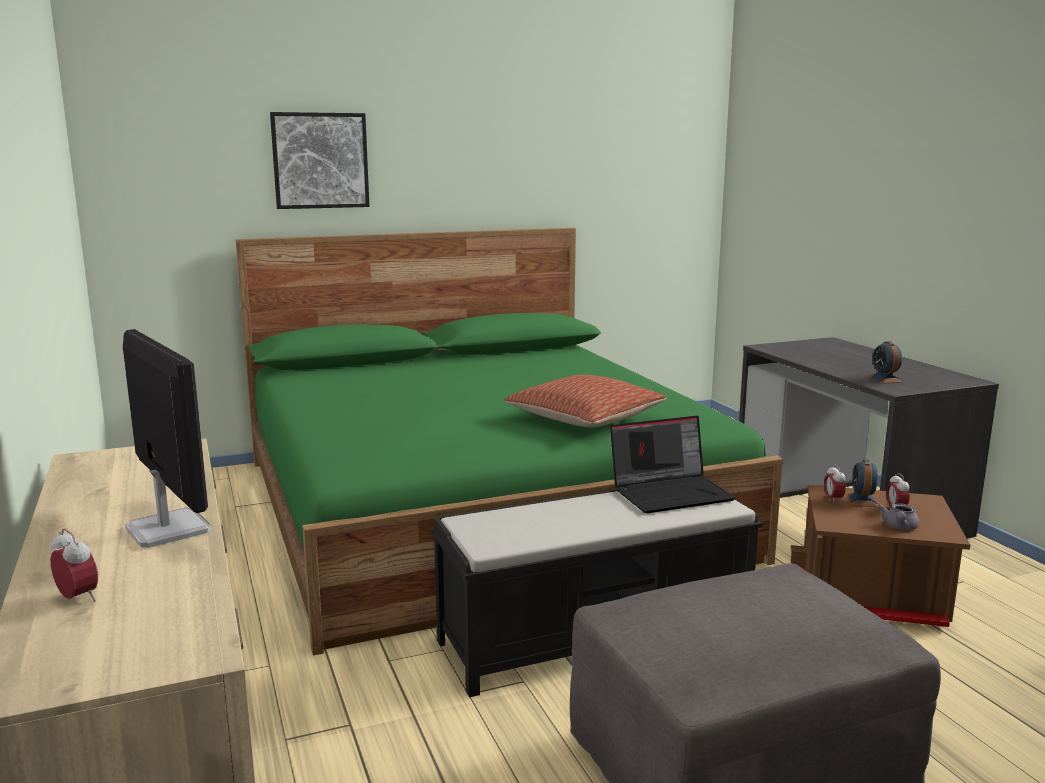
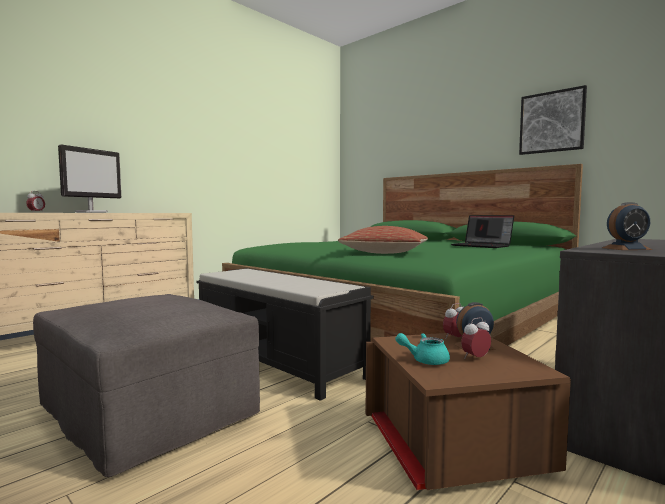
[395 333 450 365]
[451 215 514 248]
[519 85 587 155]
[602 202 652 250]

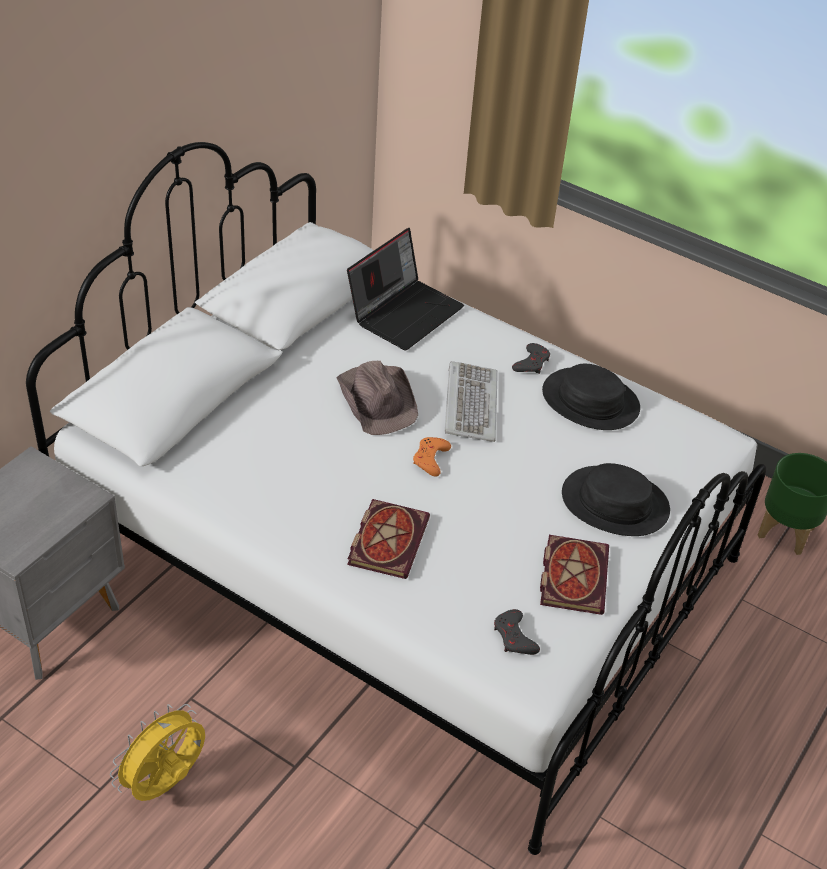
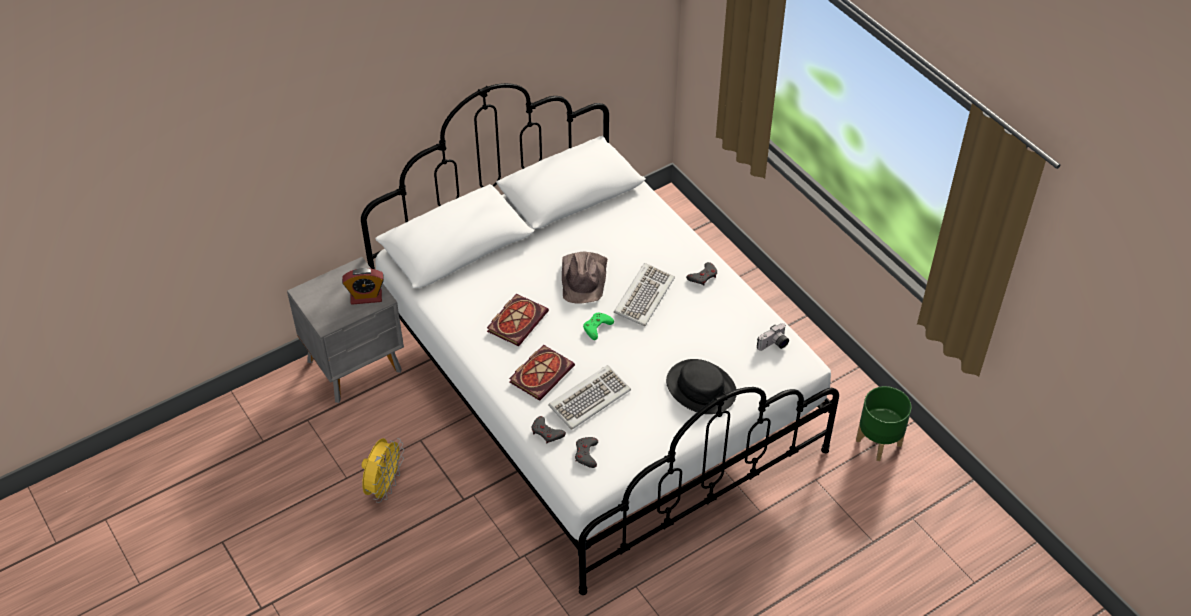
[342 268 384 305]
[362 438 404 503]
[487 294 549 346]
[532 416 566 444]
[548 365 631 430]
[583 312 614 340]
[757 323 789 351]
[347 228 464 351] (first image)
[542 364 640 430] (first image)

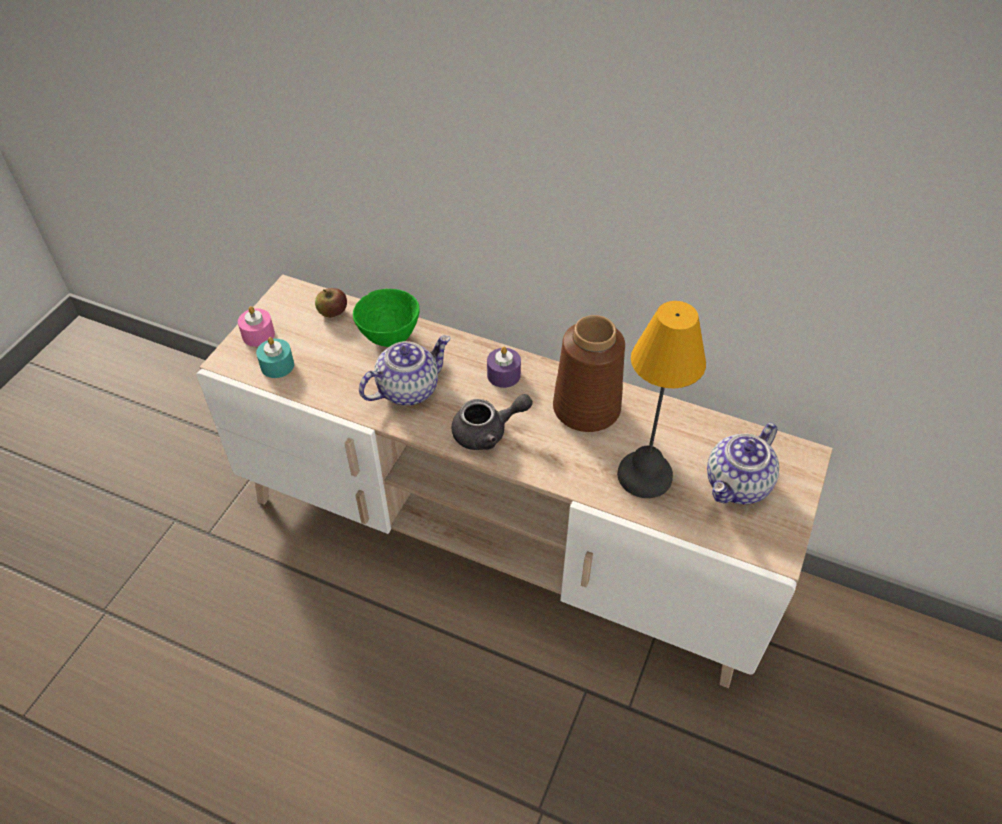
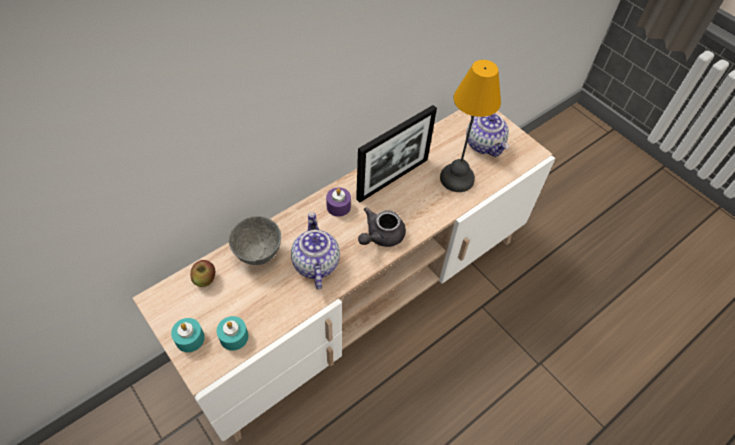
[171 318 205 352]
[229 216 281 265]
[356 105 437 203]
[358 207 406 247]

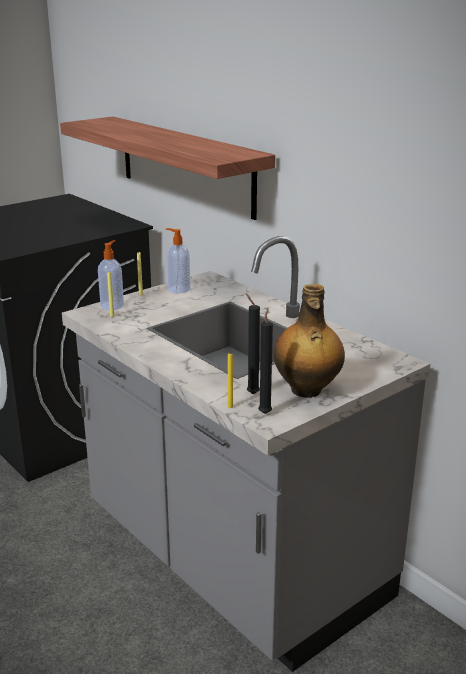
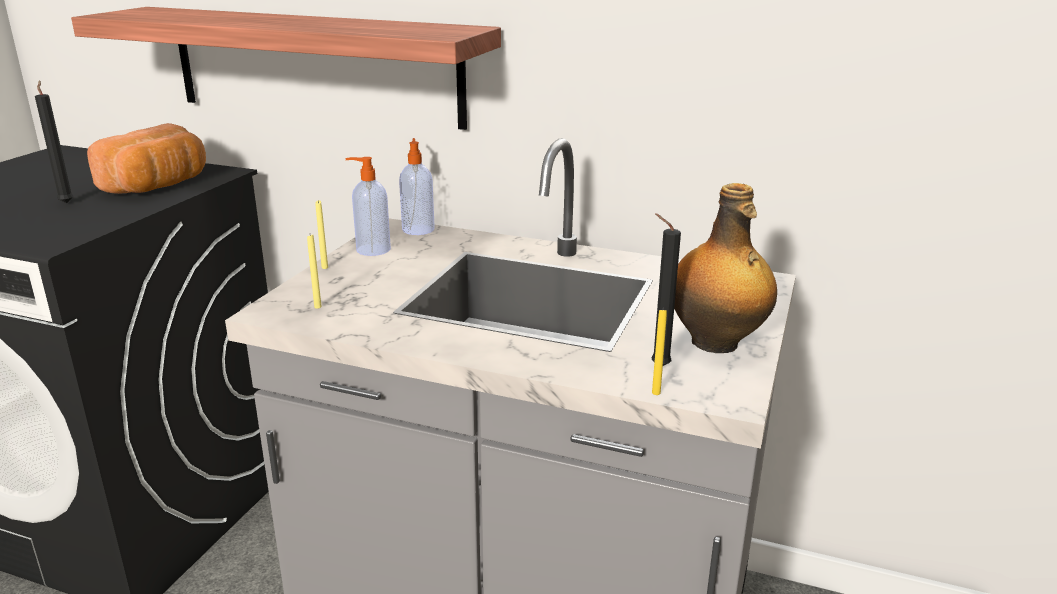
[35 80 74 203]
[87 123 206 194]
[399 138 435 235]

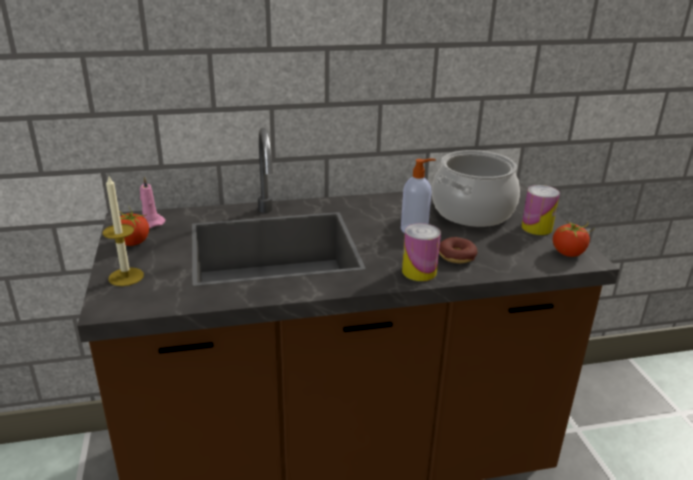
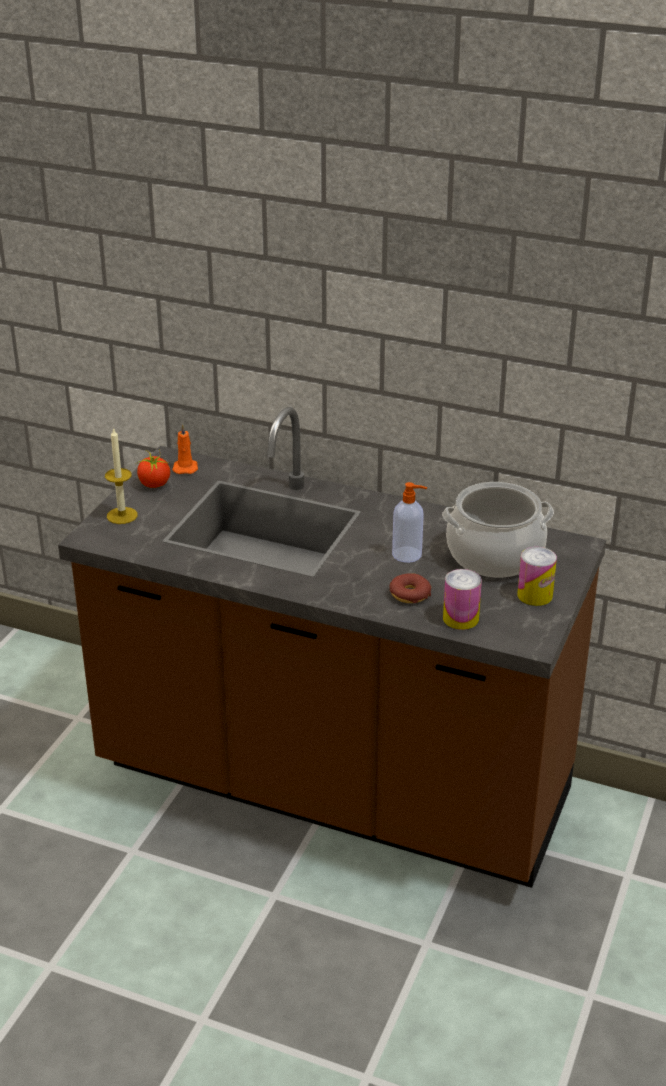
[172 424 198 474]
[443 569 482 630]
[553 221 595 257] (first image)

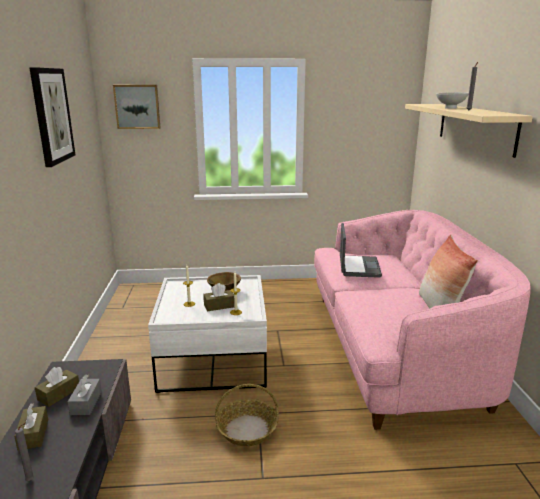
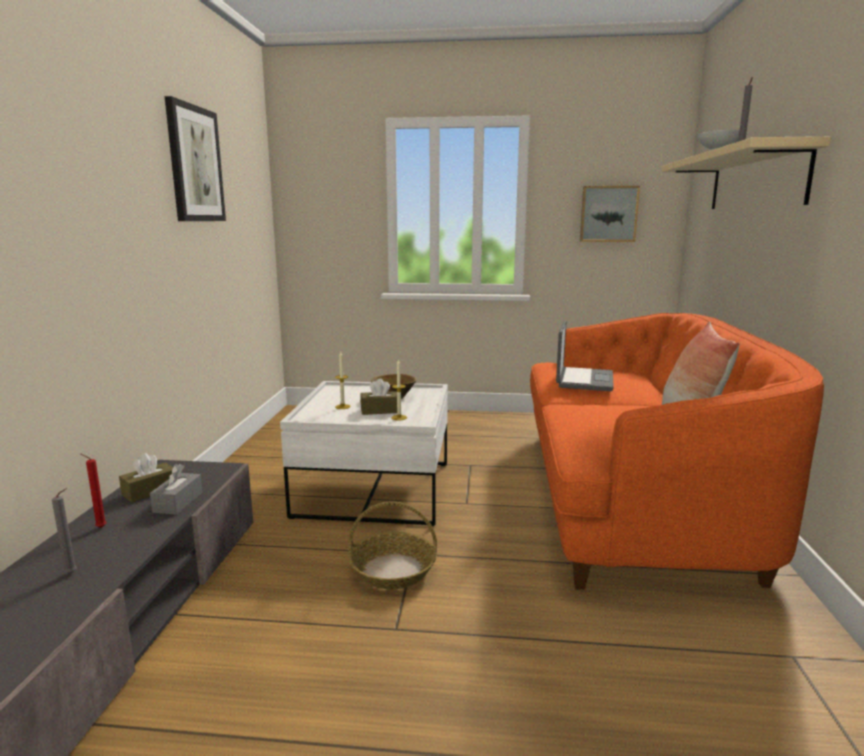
[81 454 107 528]
[530 313 824 590]
[580 186 640 242]

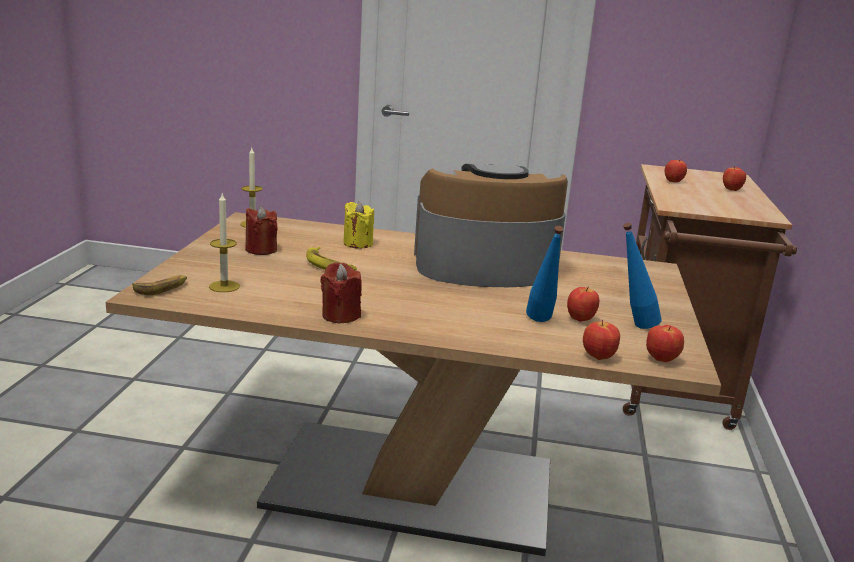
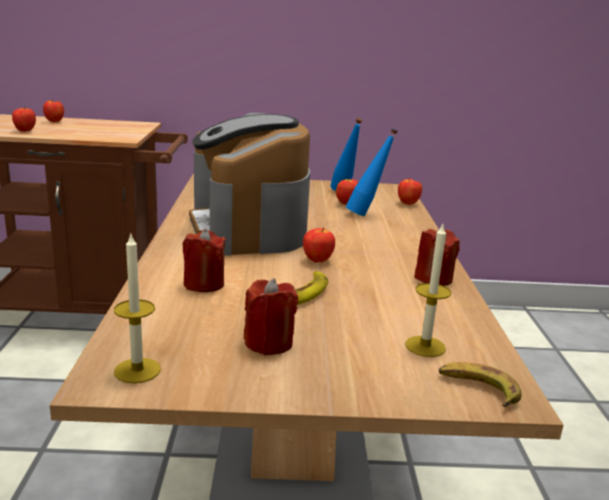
[183 229 226 292]
[303 228 335 263]

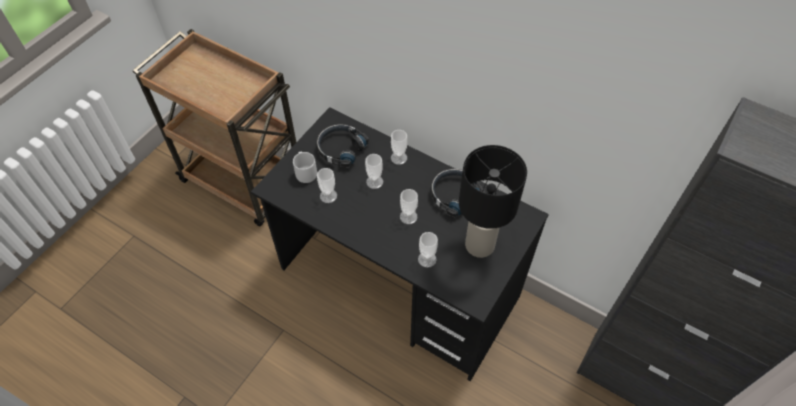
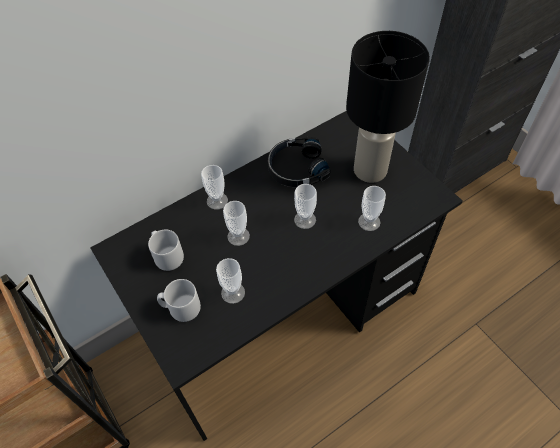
[148 229 184 271]

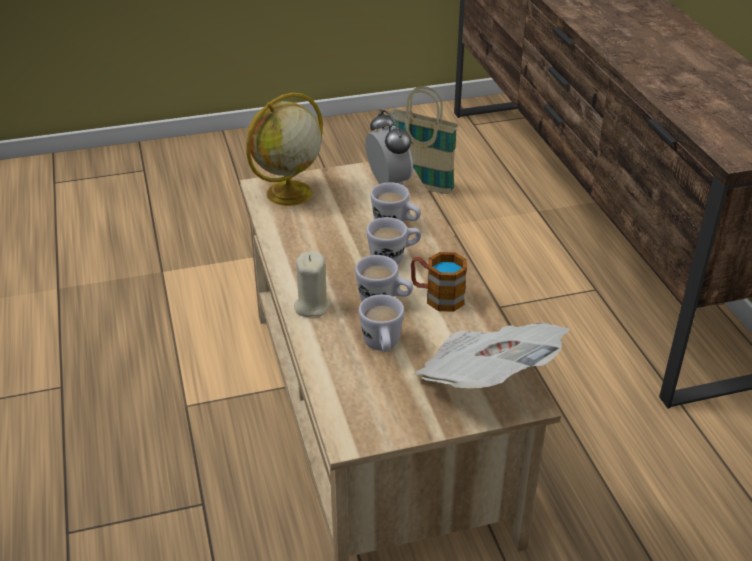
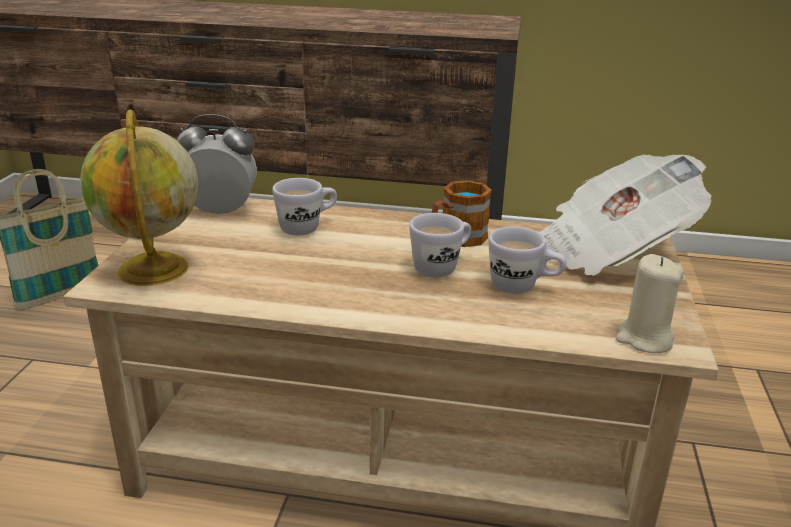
[616 254 684 353]
[367 217 421 265] (first image)

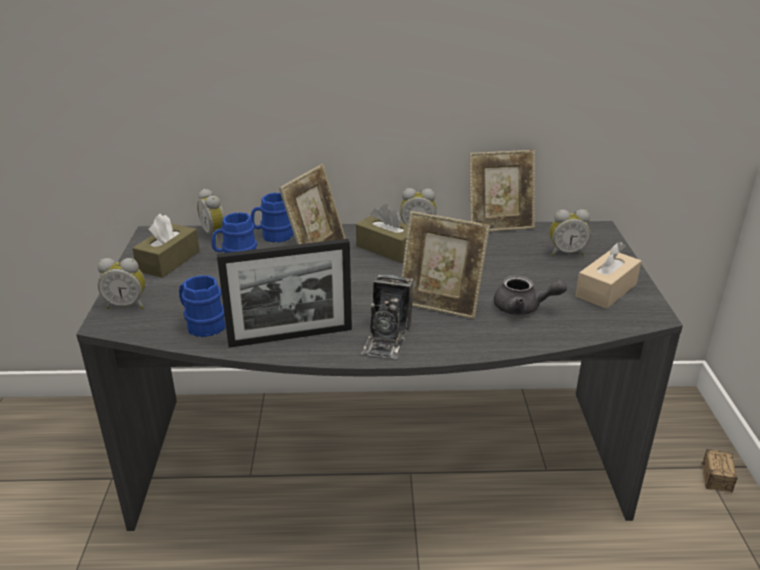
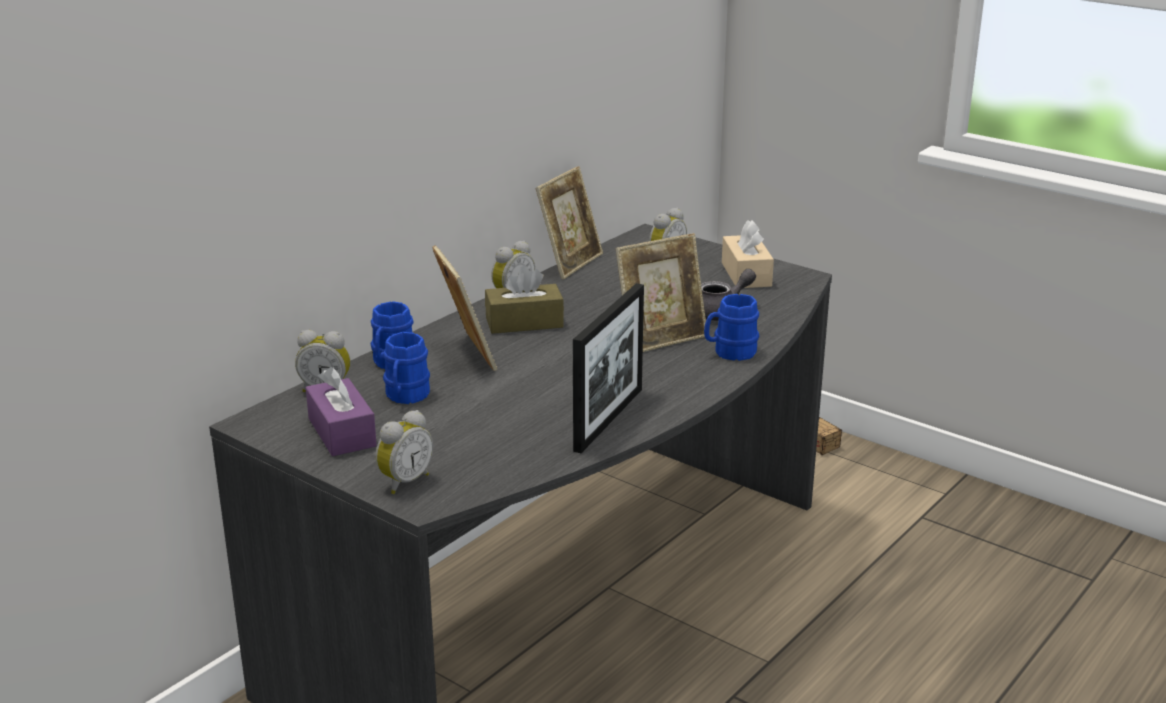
[306 367 377 456]
[704 294 759 361]
[361 275 414 359] (first image)

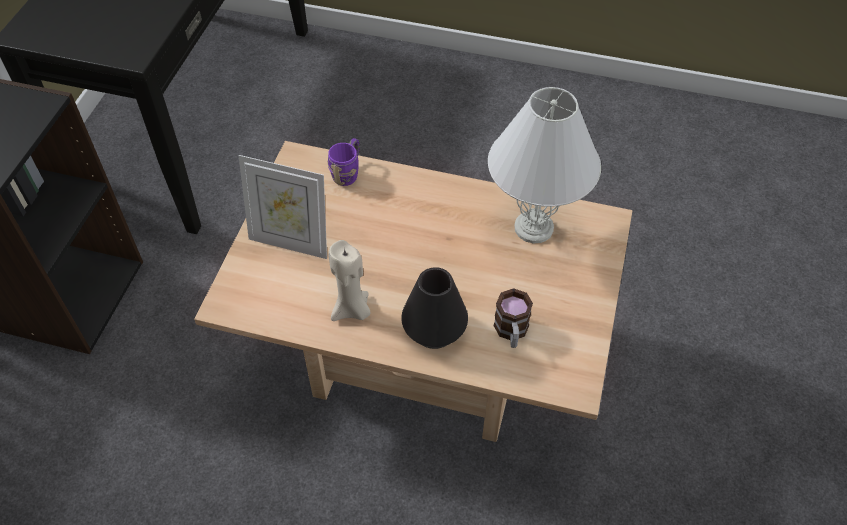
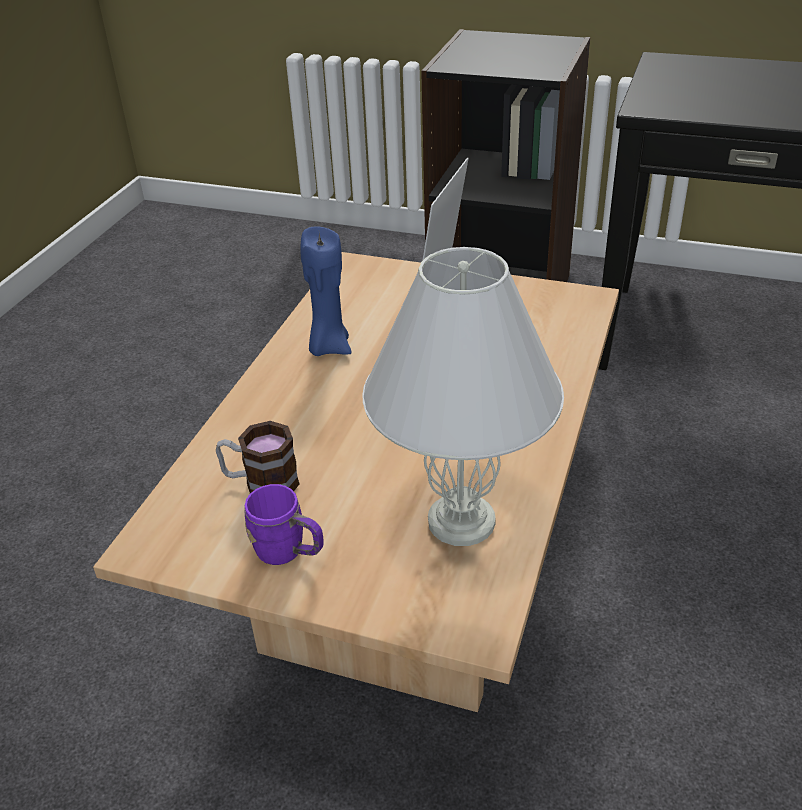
[244 484 324 565]
[301 226 352 356]
[401 267 468 349] (first image)

